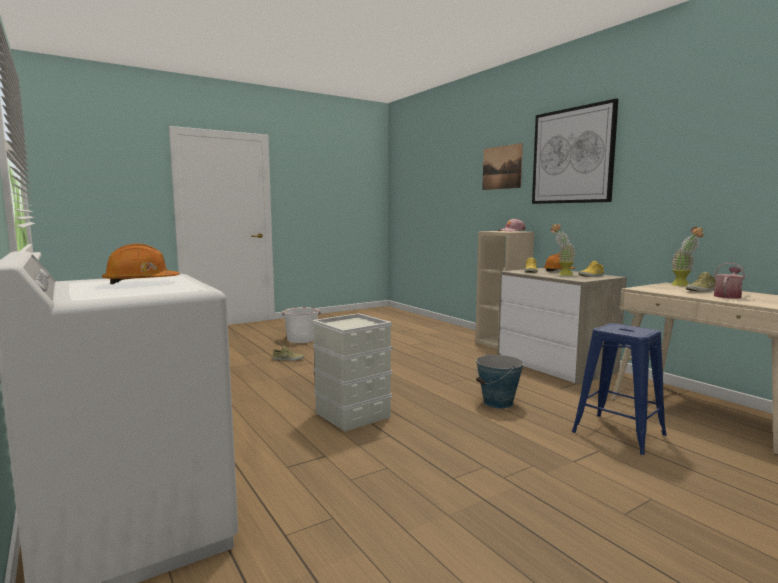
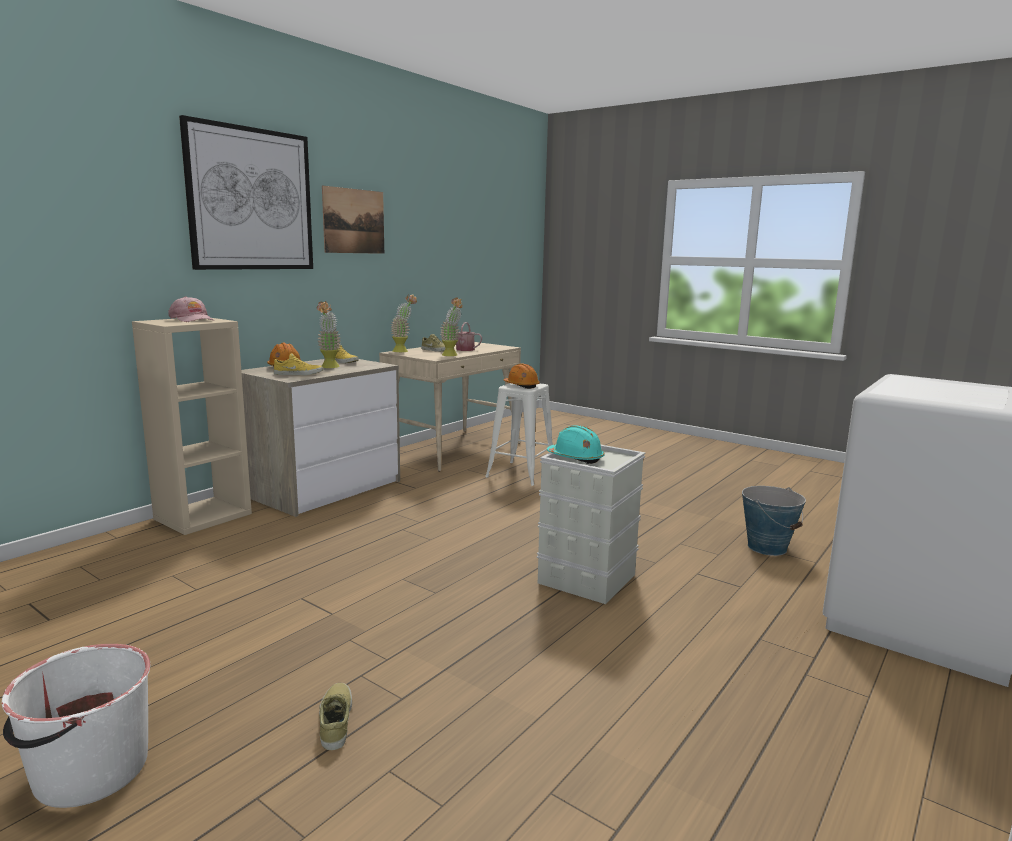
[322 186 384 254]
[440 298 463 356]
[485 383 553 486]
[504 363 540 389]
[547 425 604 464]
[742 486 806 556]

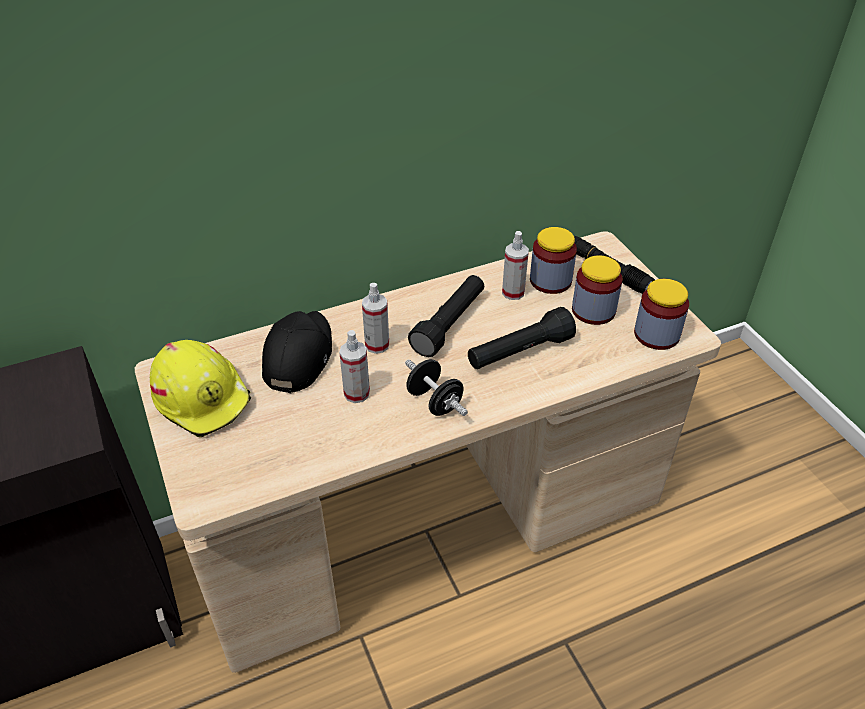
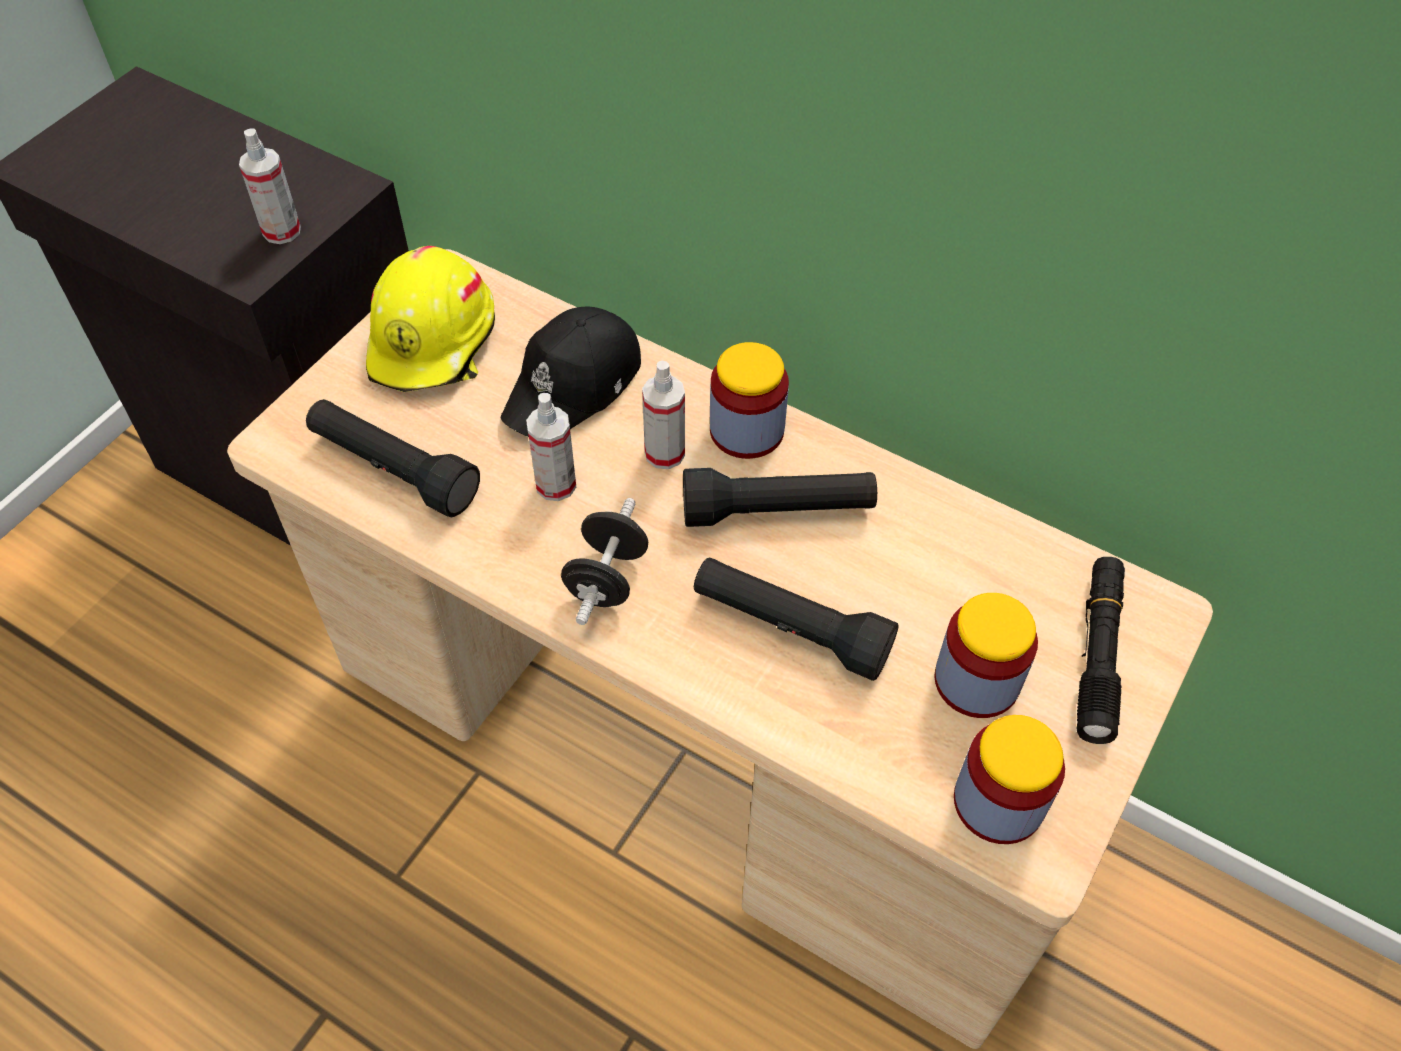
[239 128 301 244]
[306 399 480 517]
[501 307 641 437]
[710 342 789 459]

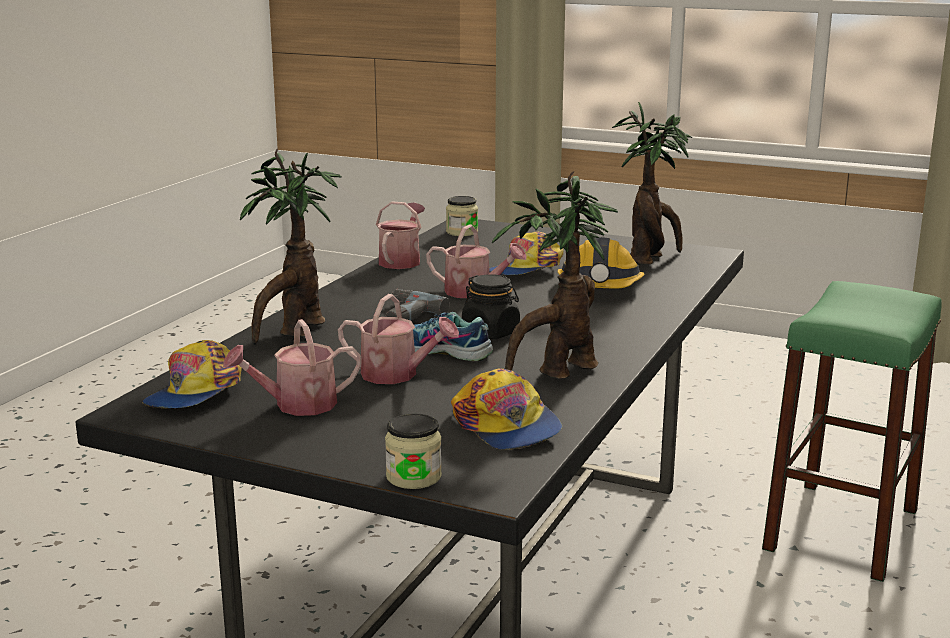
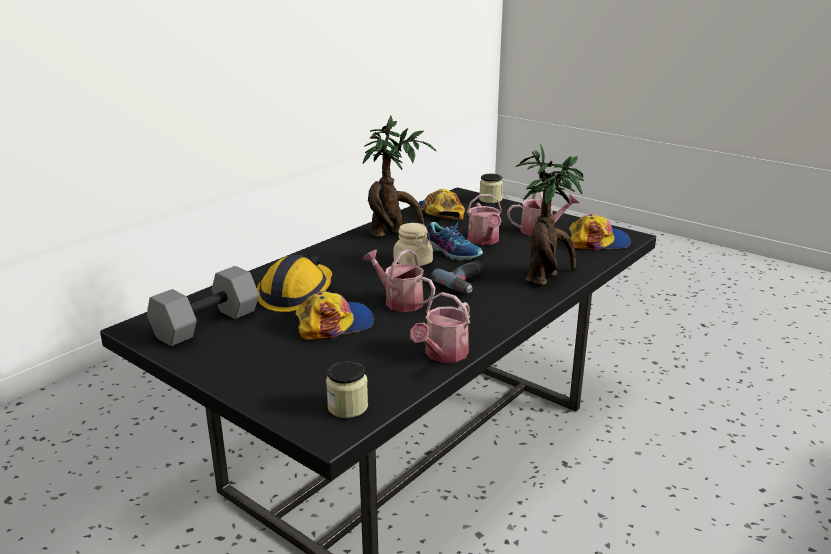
[147 266 259 346]
[393 223 433 266]
[467 194 502 245]
[569 214 631 250]
[762 281 942 582] (first image)

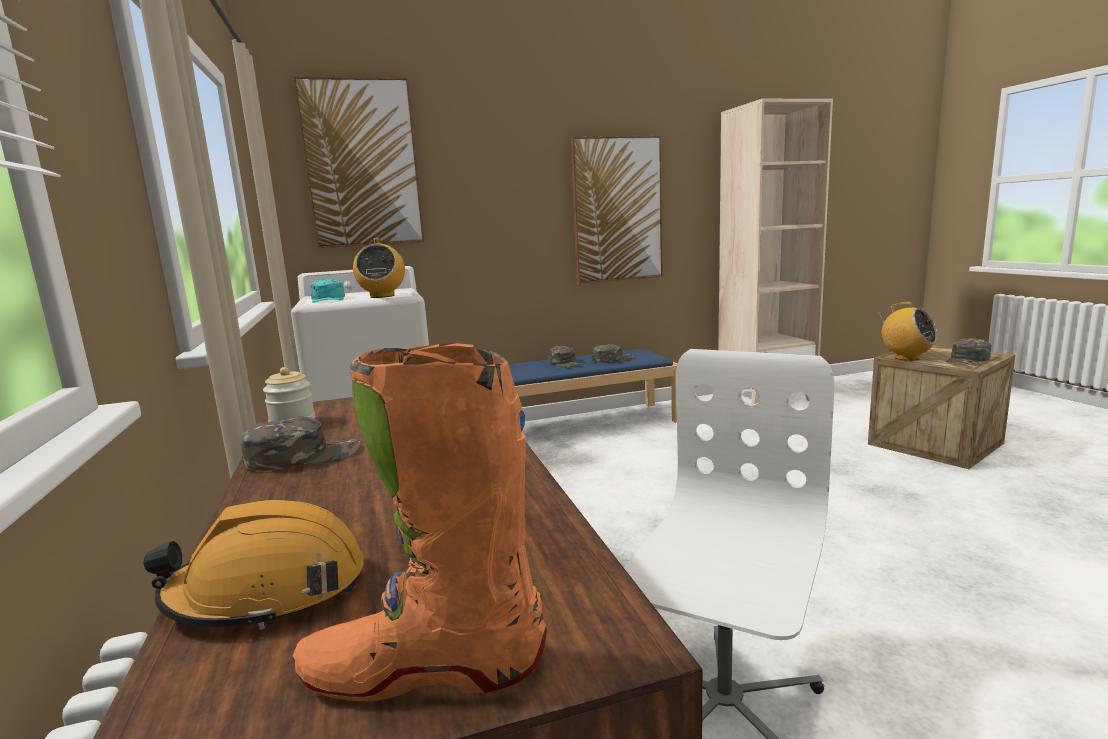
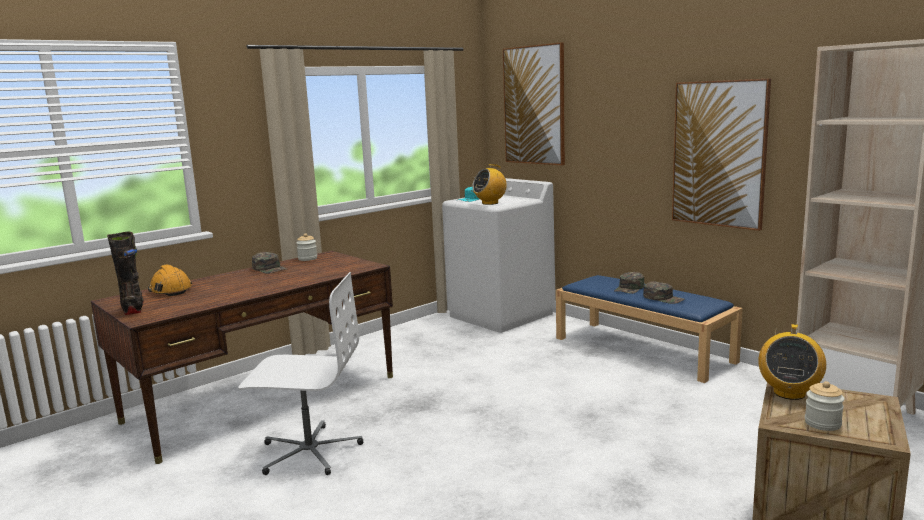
[107 232 144 315]
[805 381 844 431]

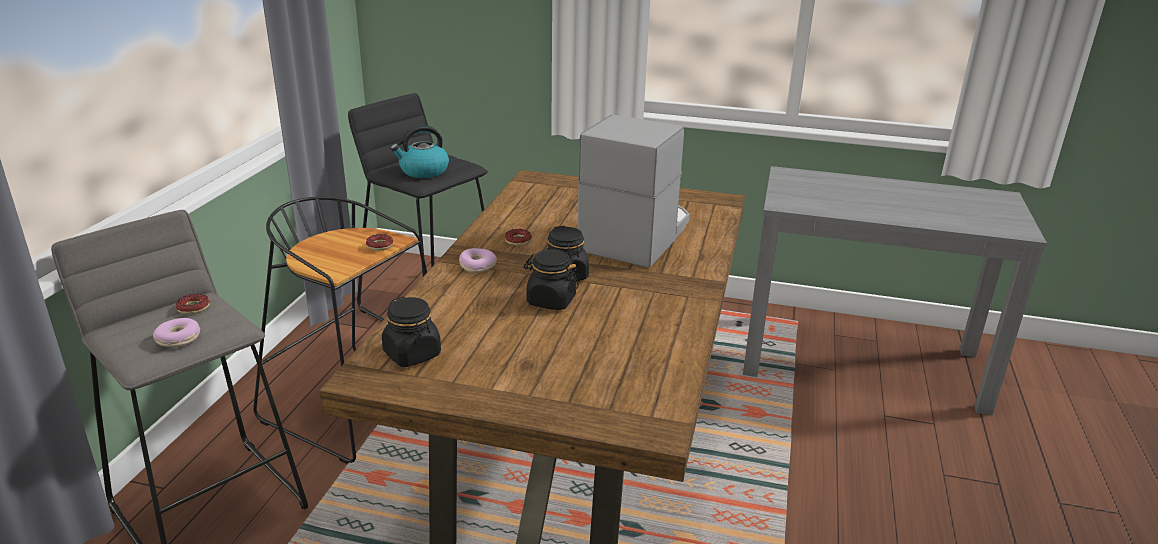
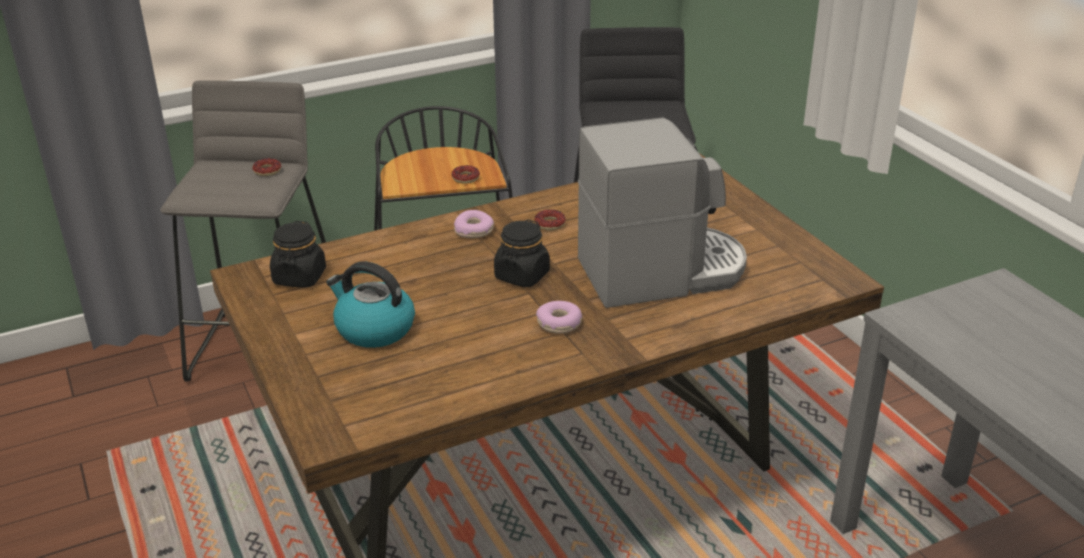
[326 261 415 348]
[536 301 583 334]
[524 249 579 310] (first image)

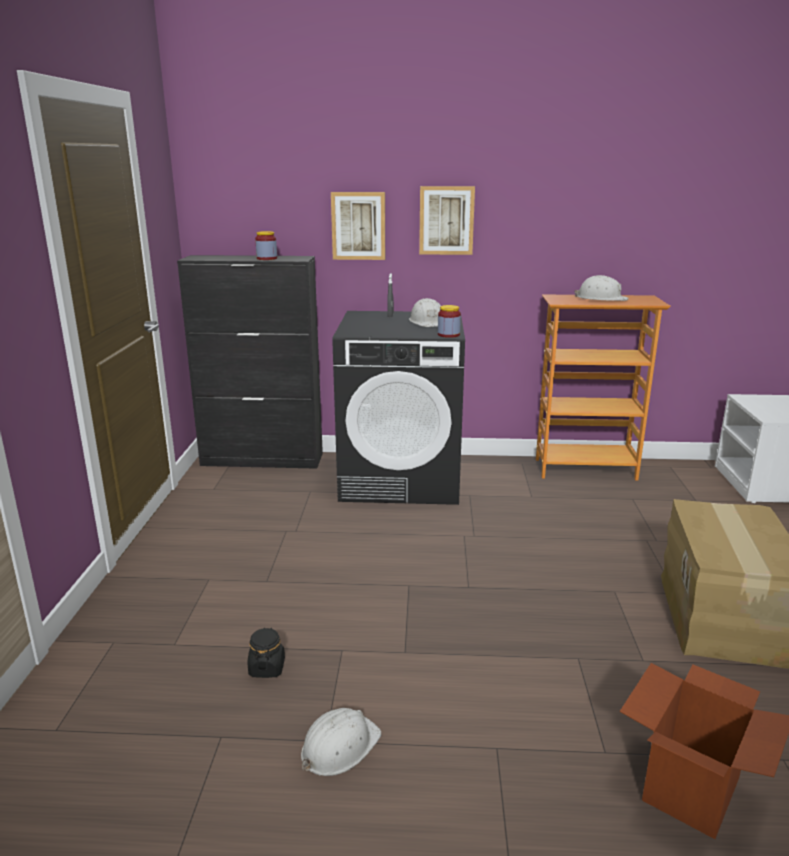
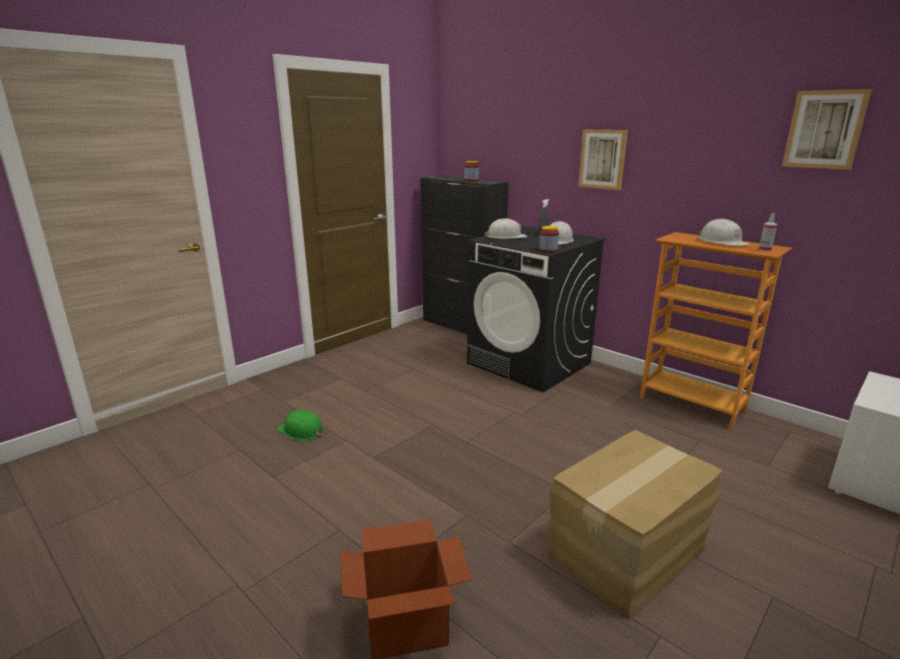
[278 410 324 441]
[484 218 527 239]
[759 213 777 252]
[782 89 872 170]

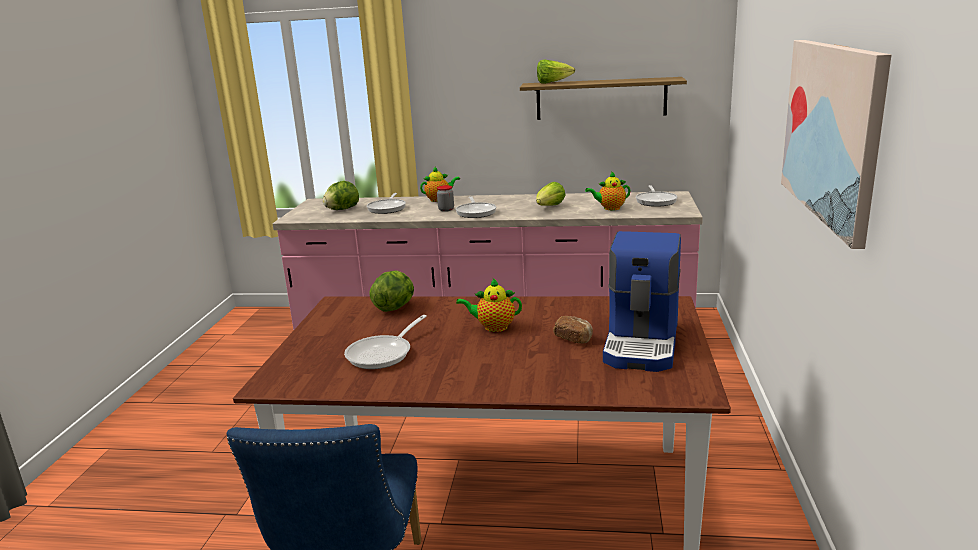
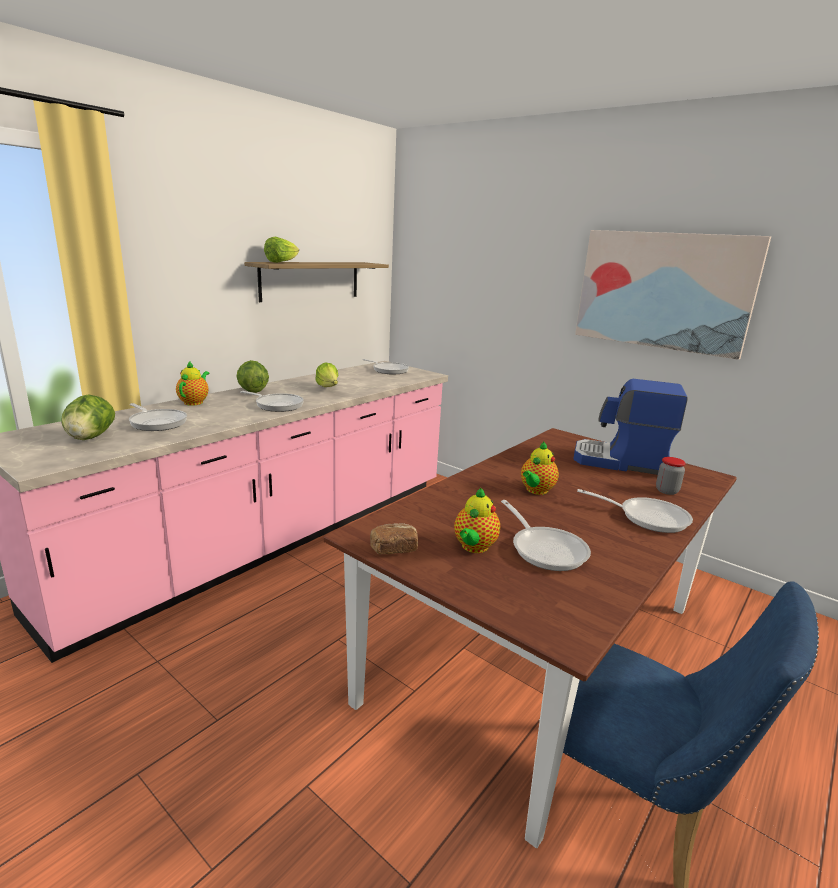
[236 360 269 393]
[370 523 418 554]
[454 487 500 553]
[573 379 688 475]
[577 489 693 533]
[656 457 686 495]

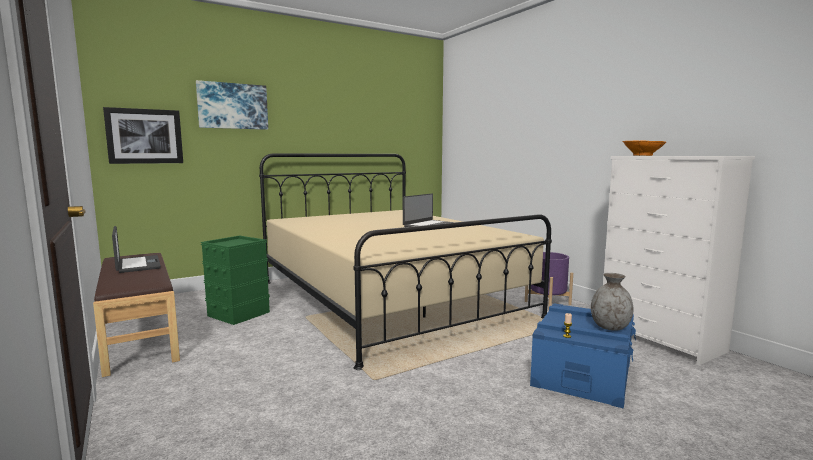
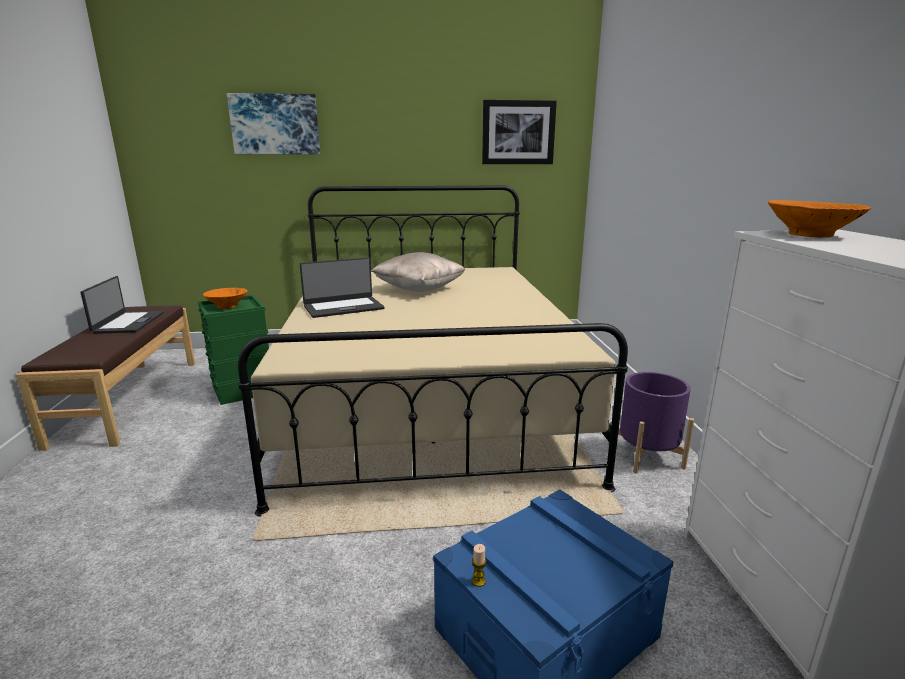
[203 288 248 309]
[300 257 385 318]
[371 252 465 292]
[482 100 557 164]
[591 273 634 331] (first image)

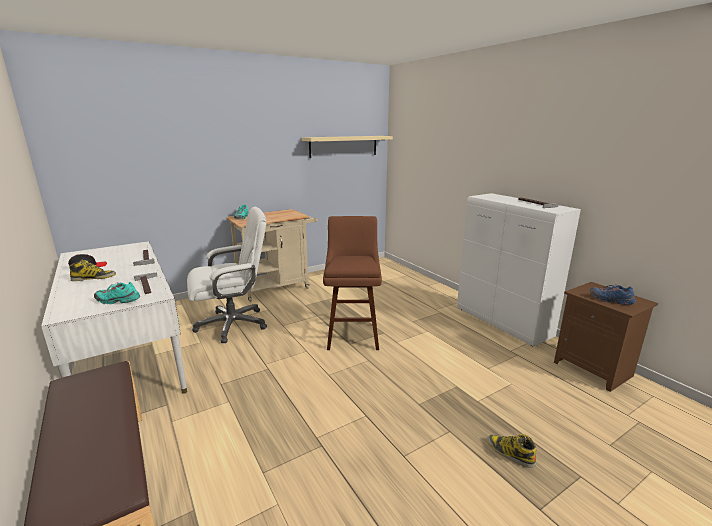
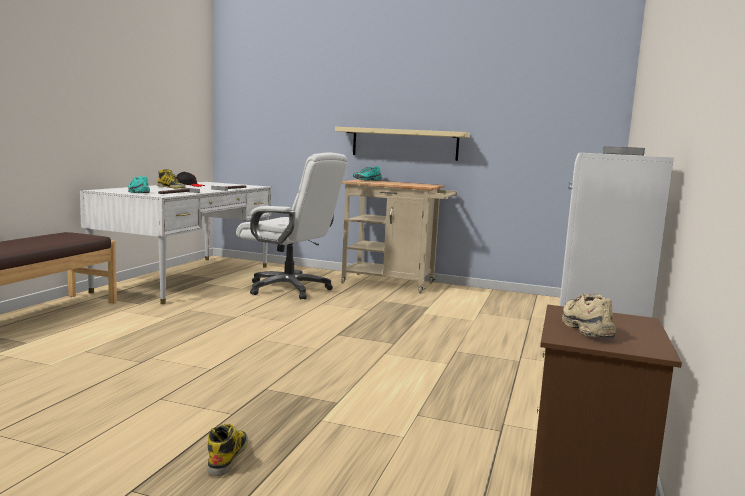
[335 127 470 161]
[562 293 616 338]
[323 216 382 350] (first image)

